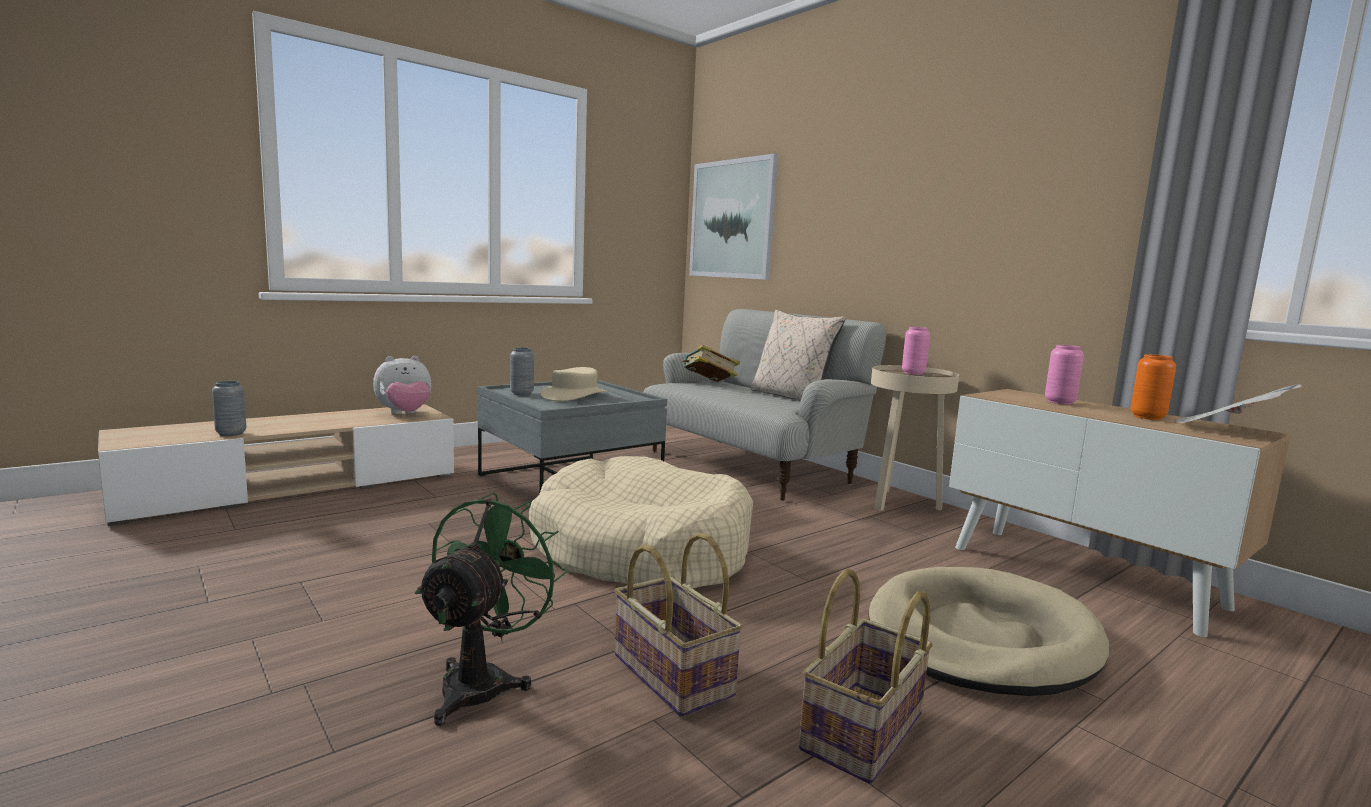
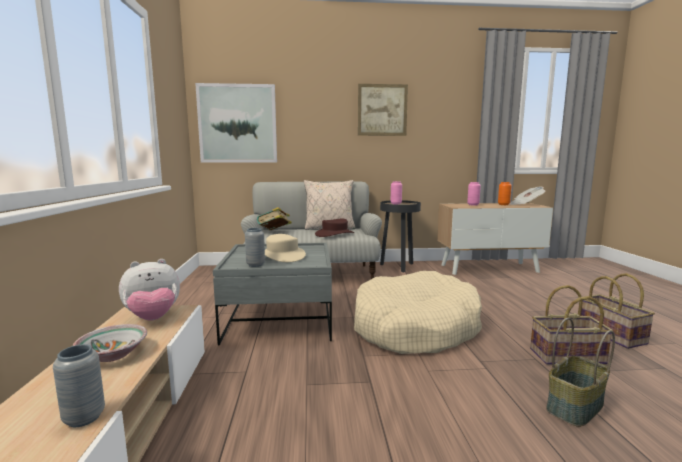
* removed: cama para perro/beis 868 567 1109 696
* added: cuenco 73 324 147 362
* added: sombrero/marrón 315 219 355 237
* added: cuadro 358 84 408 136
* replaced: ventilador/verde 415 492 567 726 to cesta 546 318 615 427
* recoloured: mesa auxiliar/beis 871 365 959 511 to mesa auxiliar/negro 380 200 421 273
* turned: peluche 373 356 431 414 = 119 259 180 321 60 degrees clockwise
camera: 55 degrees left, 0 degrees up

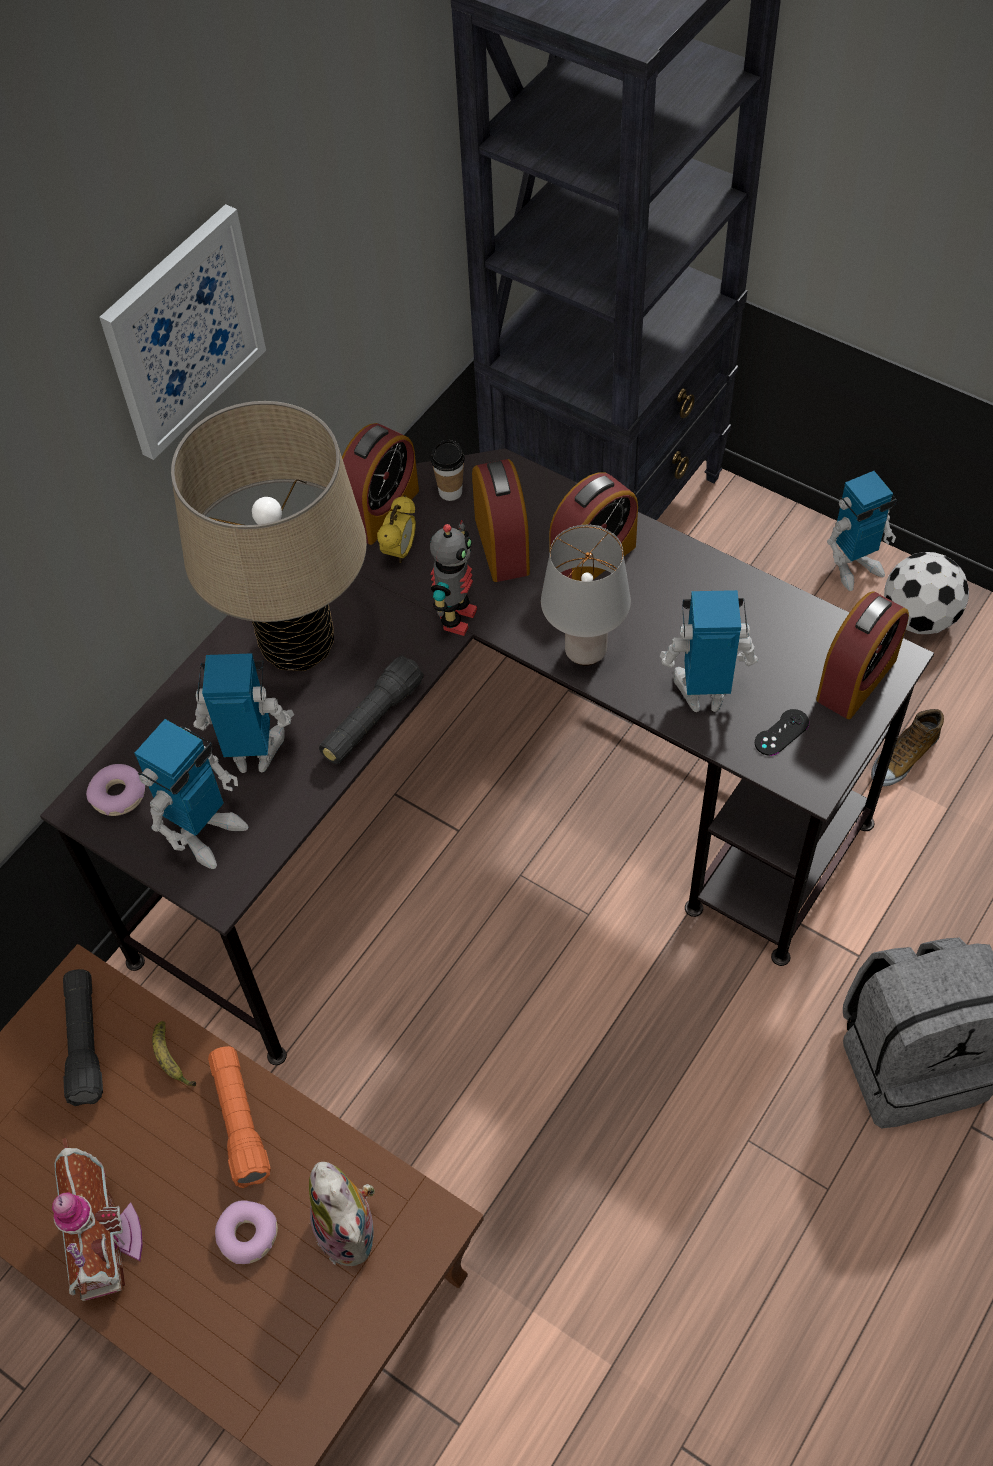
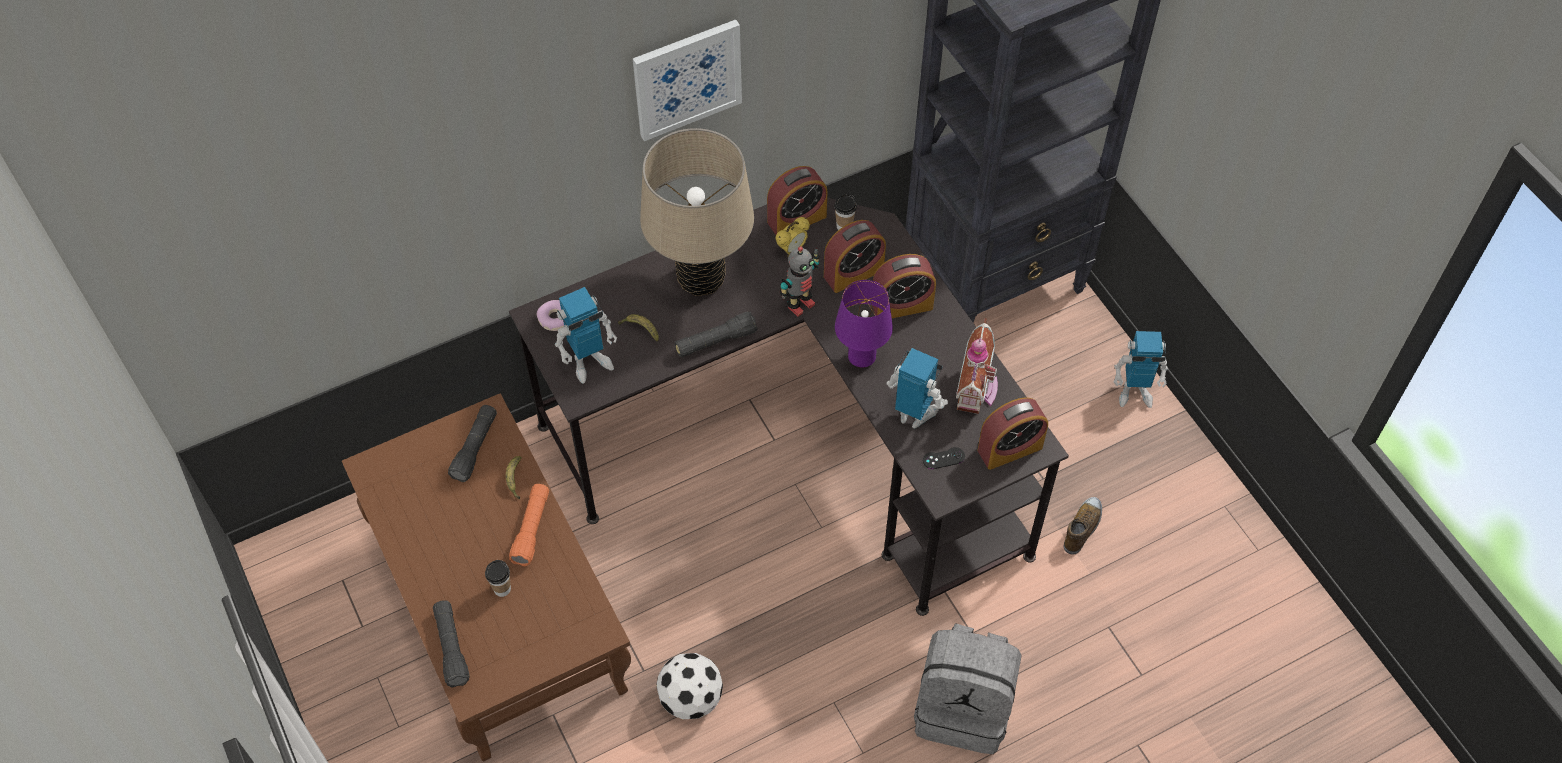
* removed: peluche 309 1162 375 1266
* added: linterna/negro 433 600 470 688
* moved: casita 52 1138 143 1301 to 956 318 998 414
* moved: balón de fútbol 884 552 969 634 to 656 653 723 719
* replaced: robot de juguete 193 653 294 773 to plátano 618 314 659 341
* replaced: rosquilla 215 1200 278 1264 to taza 485 560 511 597
* recoloured: lámpara de mesa/gris 541 525 631 666 to lámpara de mesa/morado 835 280 893 368
* turned: despertador 472 459 530 582 = 824 220 886 293 45 degrees clockwise
* turned: zapato 871 709 944 786 = 1064 497 1102 555 135 degrees clockwise
camera: 25 degrees right, 0 degrees up

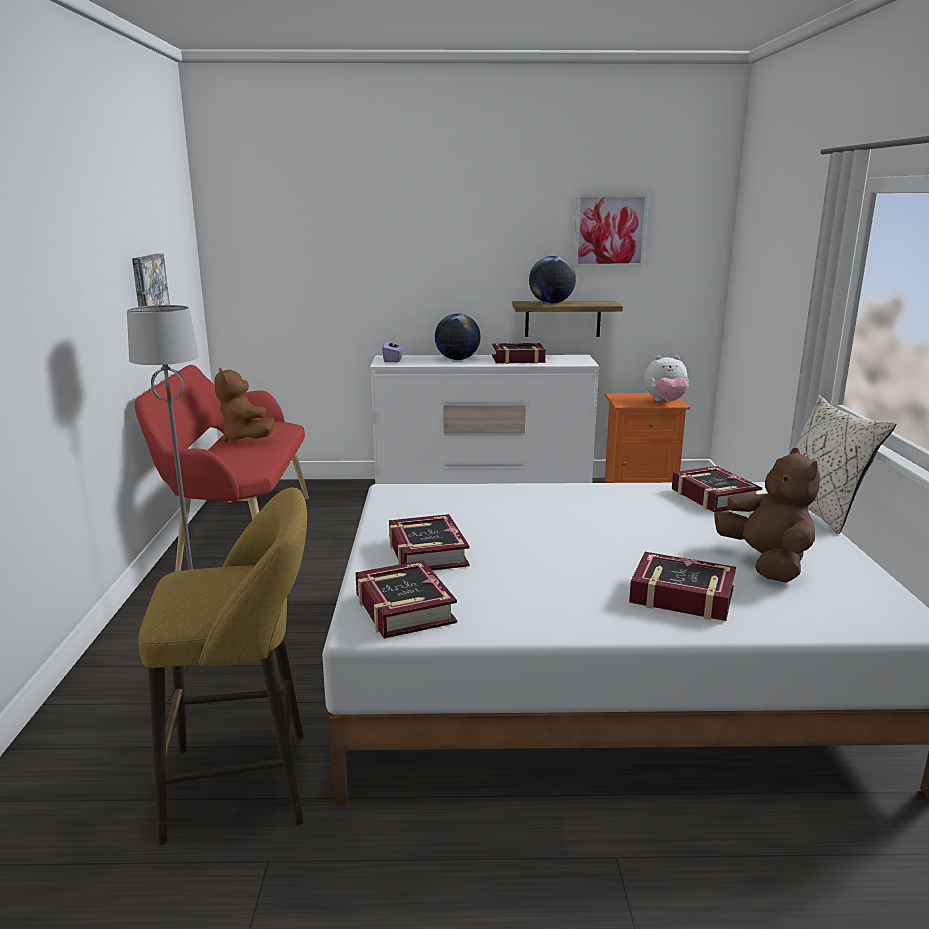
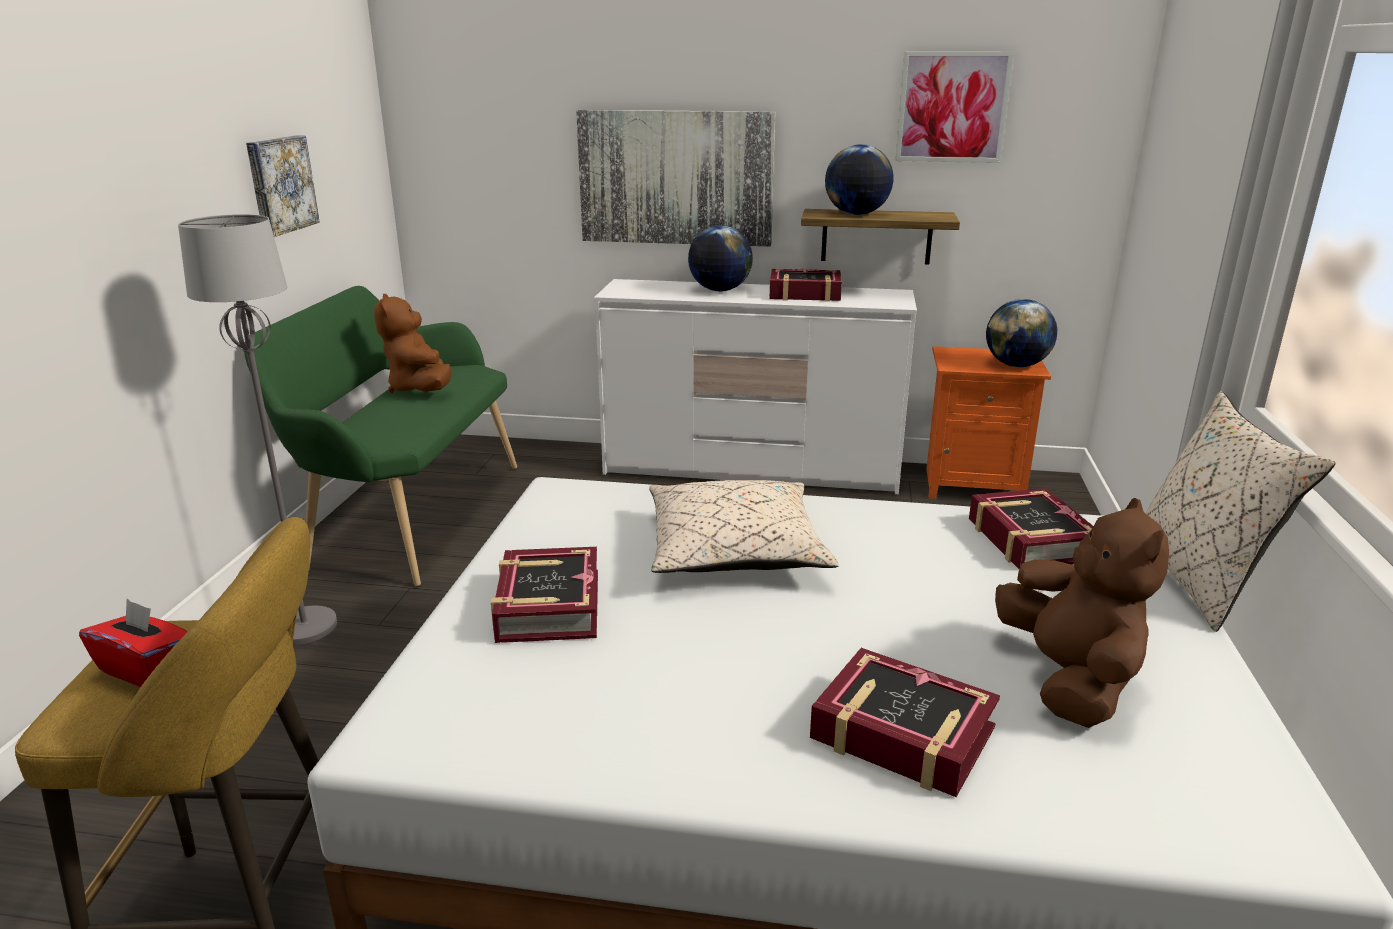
* removed: libro 355 560 457 639
* removed: caja de pañuelos/morado 382 337 404 362
* added: caja de pañuelos/rojo 79 599 188 687
* added: cuadro 576 110 776 247
* added: cojín/beis 649 480 839 573
* replaced: peluche 644 356 689 401 to globo terráqueo 986 299 1057 367
* recoloured: banco/rojo 134 365 309 572 to banco/verde 244 286 517 586
camera: 10 degrees right, 5 degrees up

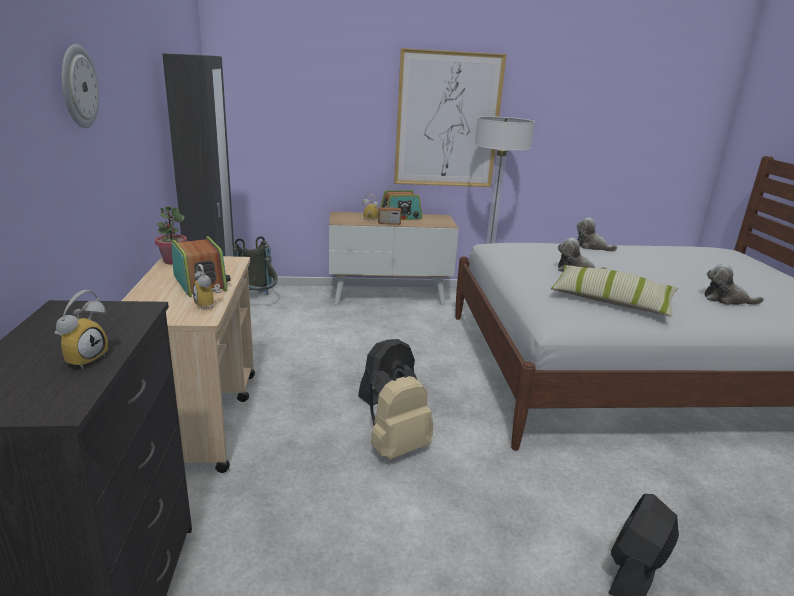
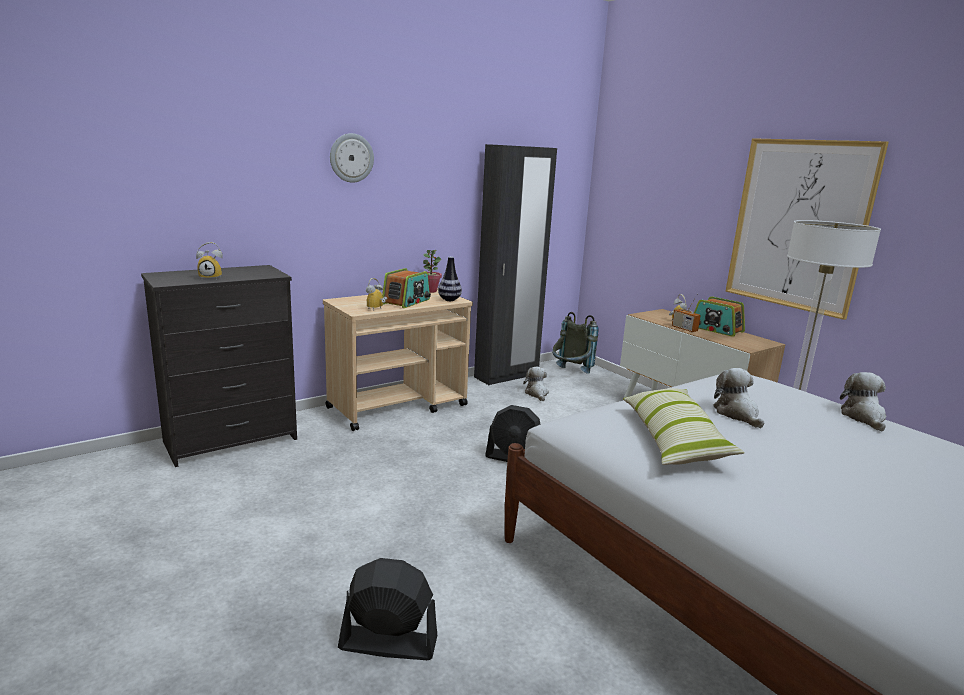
* removed: mochila/beis 369 365 433 460
* added: florero 438 257 462 301
* moved: peluche 705 264 764 305 to 523 367 549 401
camera: 60 degrees right, 5 degrees down

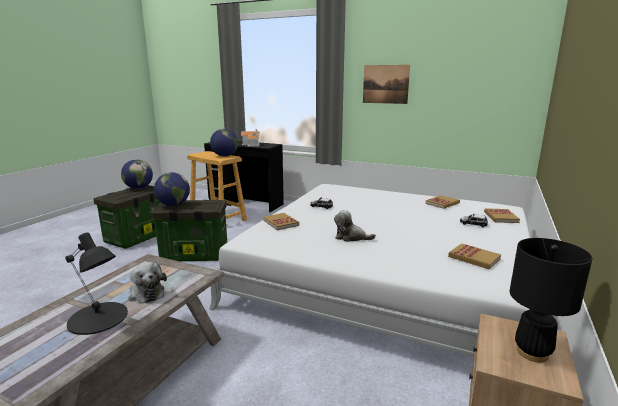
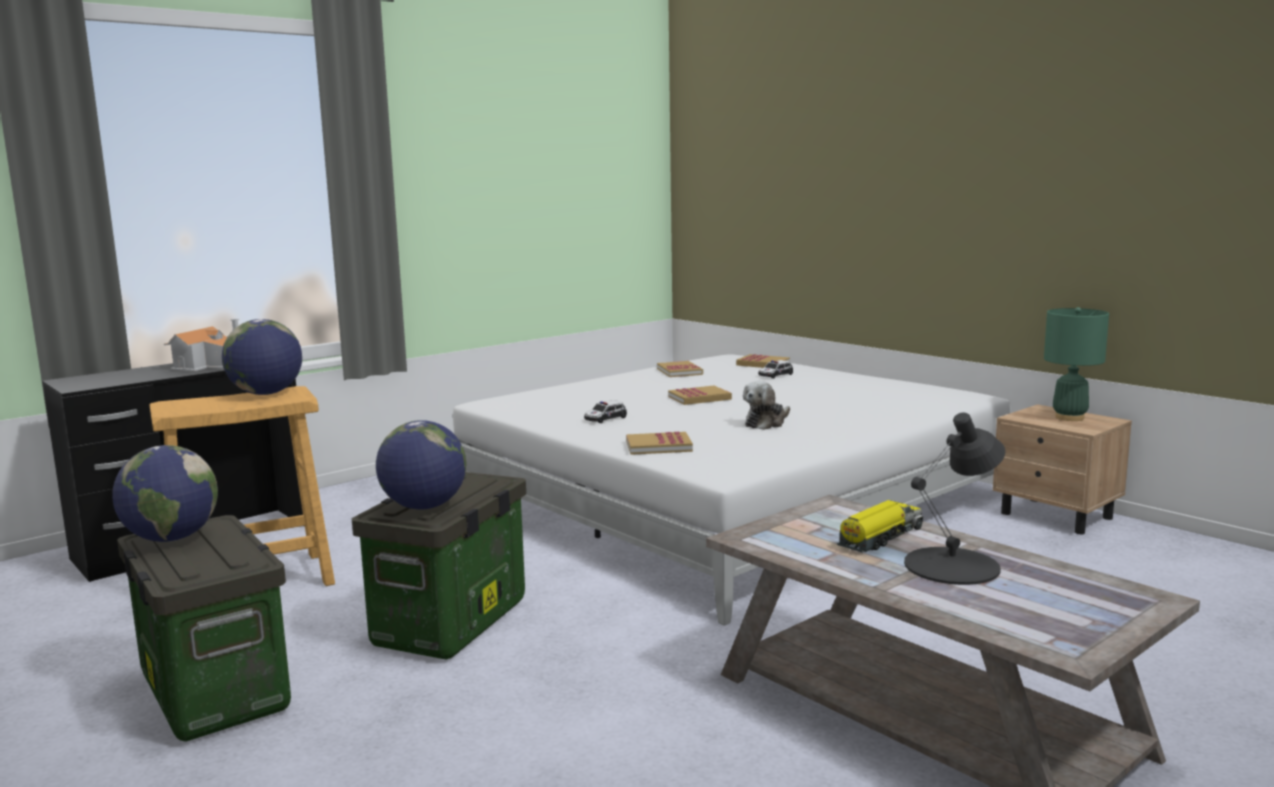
* removed: cuadro 363 65 410 104
* moved: libro 448 243 501 269 to 668 386 732 405
* replaced: peluche 129 262 167 303 to camión de juguete 837 500 923 552
* recoloured: lámpara de mesa/negro 510 238 592 363 to lámpara de mesa/verde 1044 307 1109 421
camera: 65 degrees left, 5 degrees down

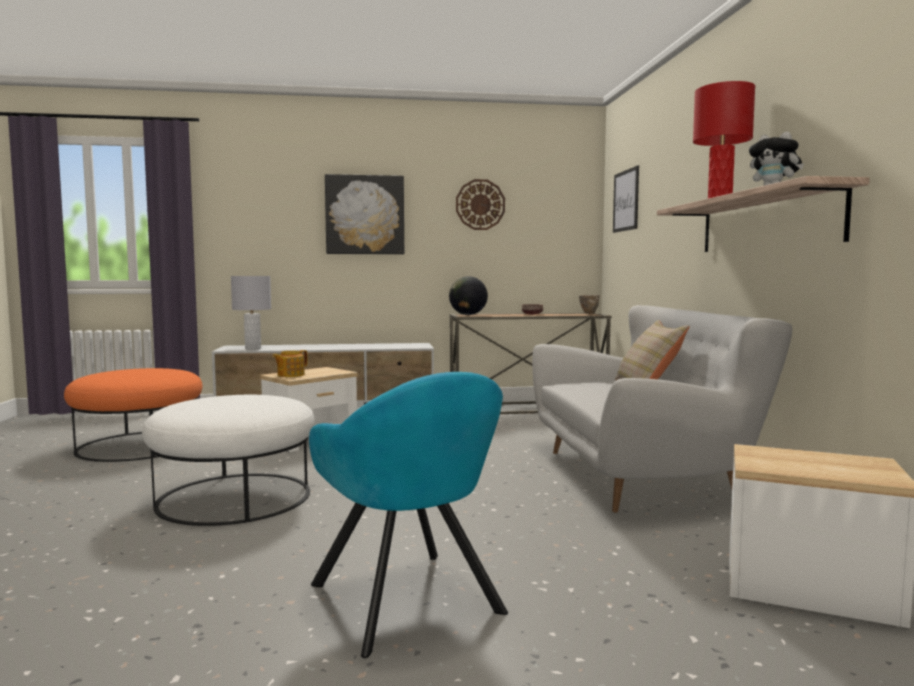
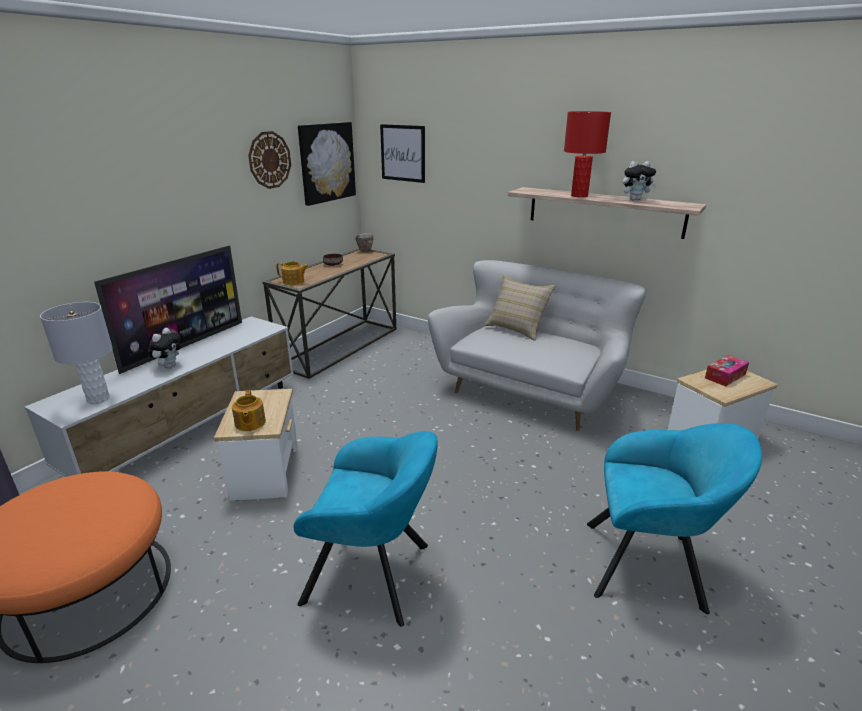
* added: televisor 94 245 242 374
* added: peluche 148 328 181 369
* added: caja de pañuelos 705 355 749 386
* moved: cuadro 325 174 404 254 to 298 122 356 206
* replaced: puf/blanco 142 395 315 526 to sillón/turquesa 294 431 437 627
* replaced: globo terráqueo 449 276 488 315 to tetera 276 261 309 285
camera: 50 degrees left, 20 degrees up

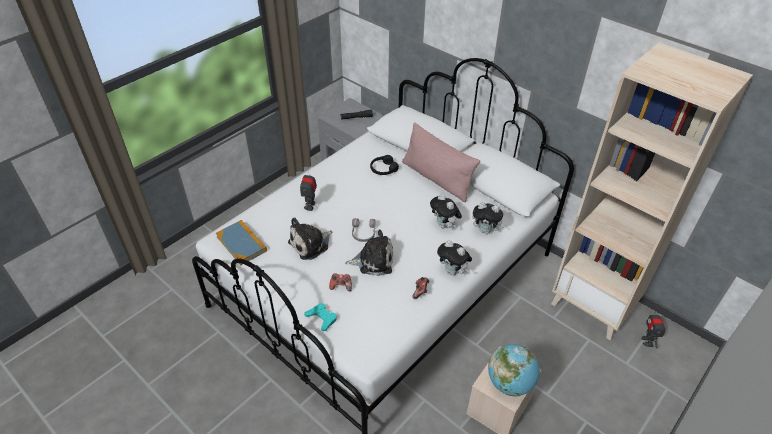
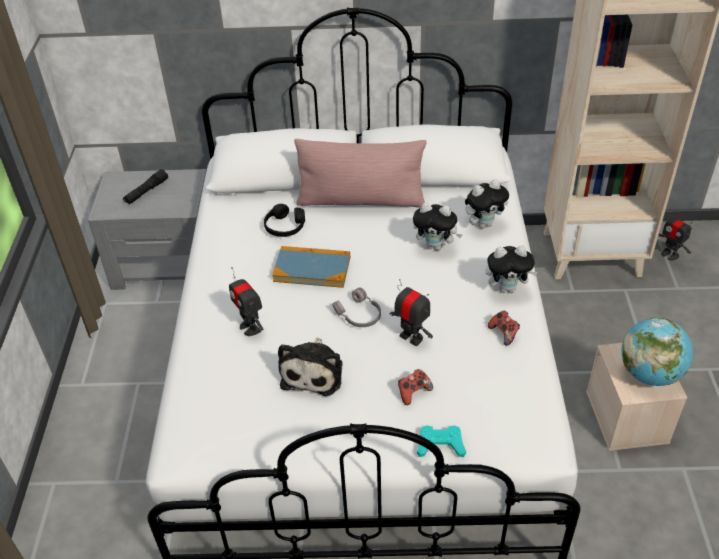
* moved: libro 216 220 267 265 to 272 246 350 288
* replaced: peluche 345 230 393 276 to robot de juguete 390 279 433 346
camera: 40 degrees left, 0 degrees up

